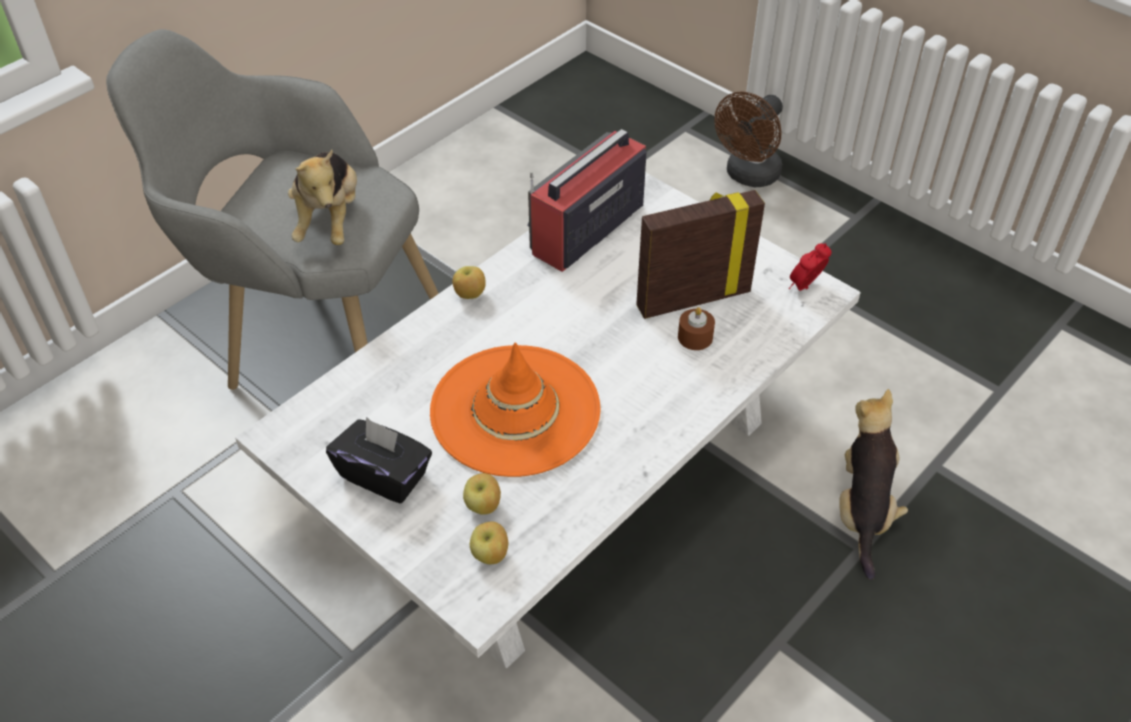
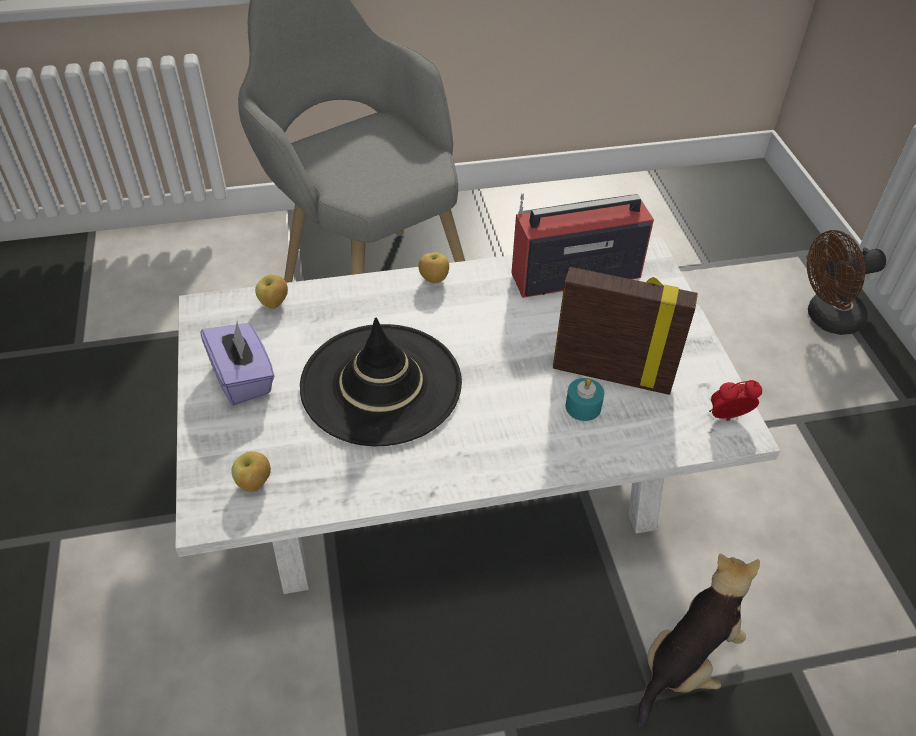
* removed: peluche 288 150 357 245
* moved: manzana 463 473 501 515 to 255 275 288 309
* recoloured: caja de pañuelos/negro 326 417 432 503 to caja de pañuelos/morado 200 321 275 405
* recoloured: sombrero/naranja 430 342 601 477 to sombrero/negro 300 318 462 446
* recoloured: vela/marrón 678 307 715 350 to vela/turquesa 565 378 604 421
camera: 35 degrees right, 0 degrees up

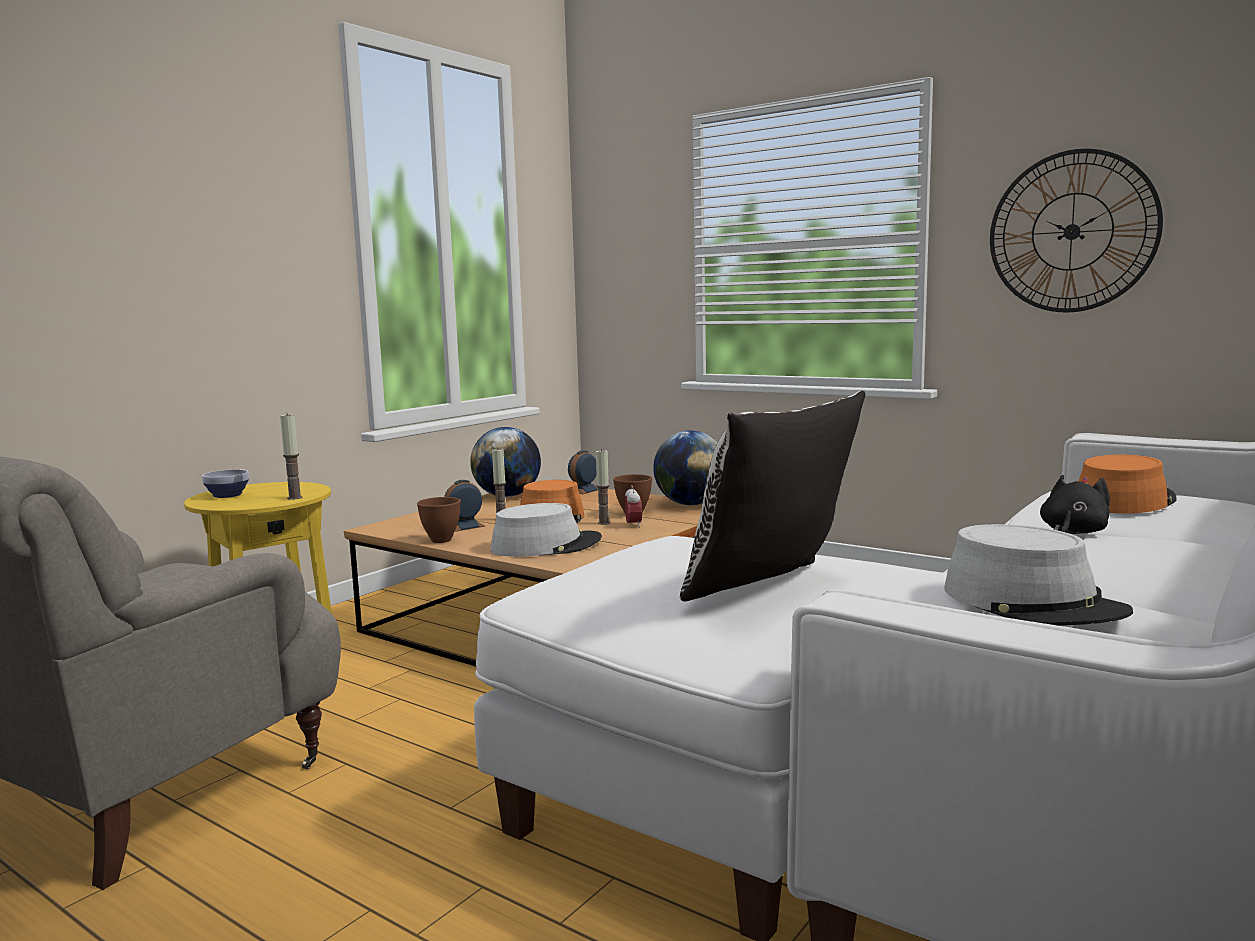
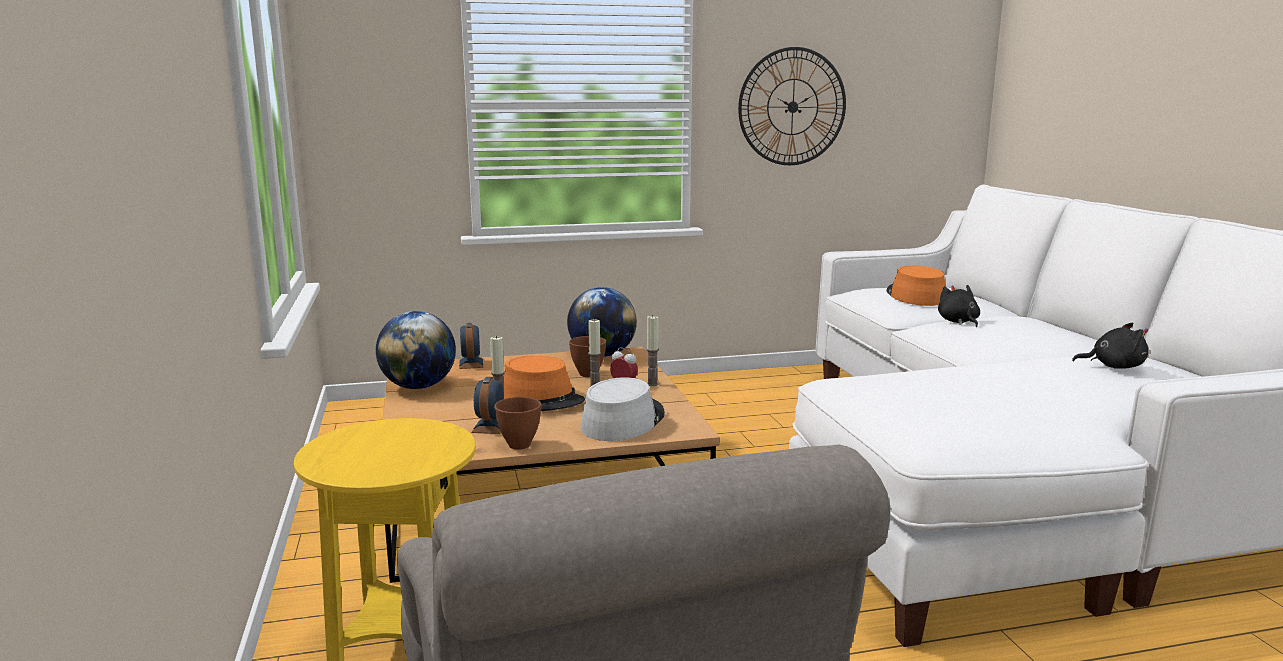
* removed: cuenco 202 469 249 498
* removed: cojín 680 391 865 602
* moved: vela 280 414 303 500 to 646 315 659 386
* replaced: sombrero/gris 944 524 1133 626 to peluche/negro 1072 323 1148 369
camera: 50 degrees left, 5 degrees up

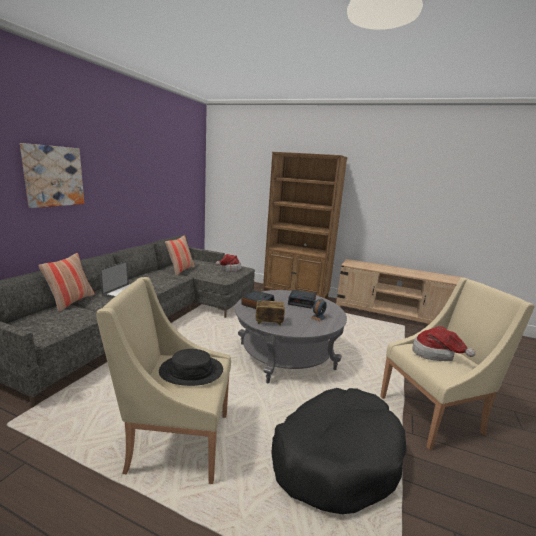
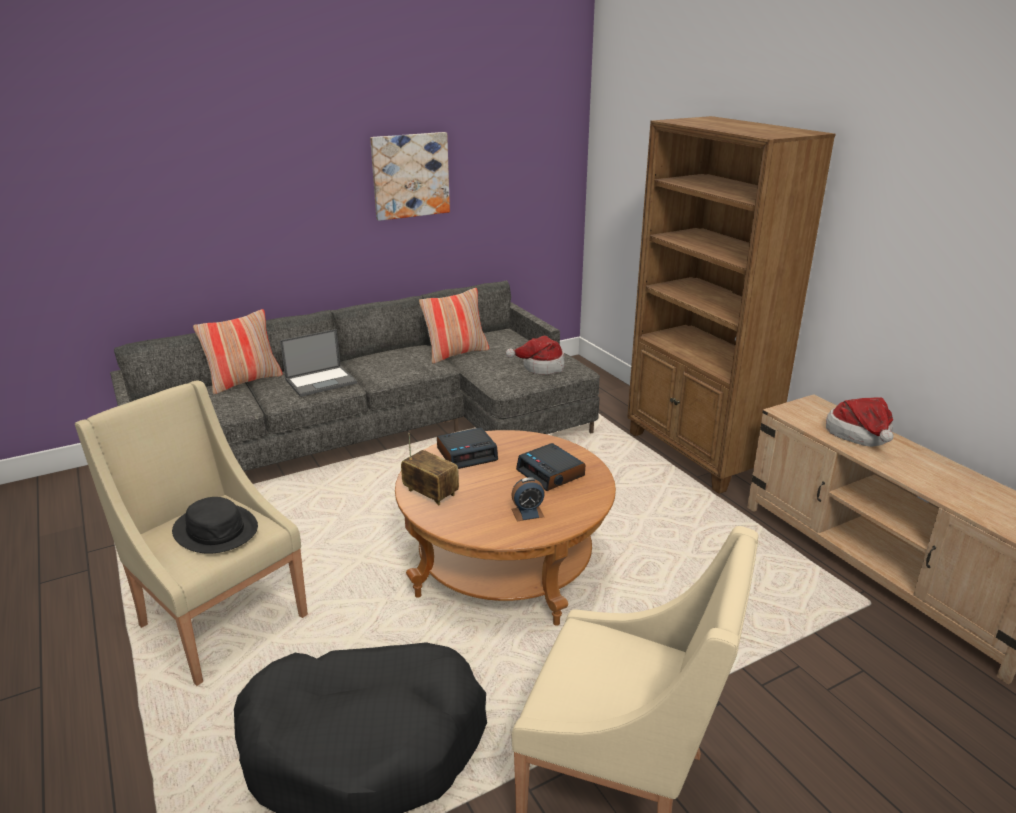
* moved: cuadro 20 143 84 208 to 370 132 450 221
* moved: sombrero 412 326 476 361 to 826 397 894 447
* recoloured: mesa de centro/gris 235 290 347 383 to mesa de centro/marrón 395 430 616 626
camera: 40 degrees right, 10 degrees up

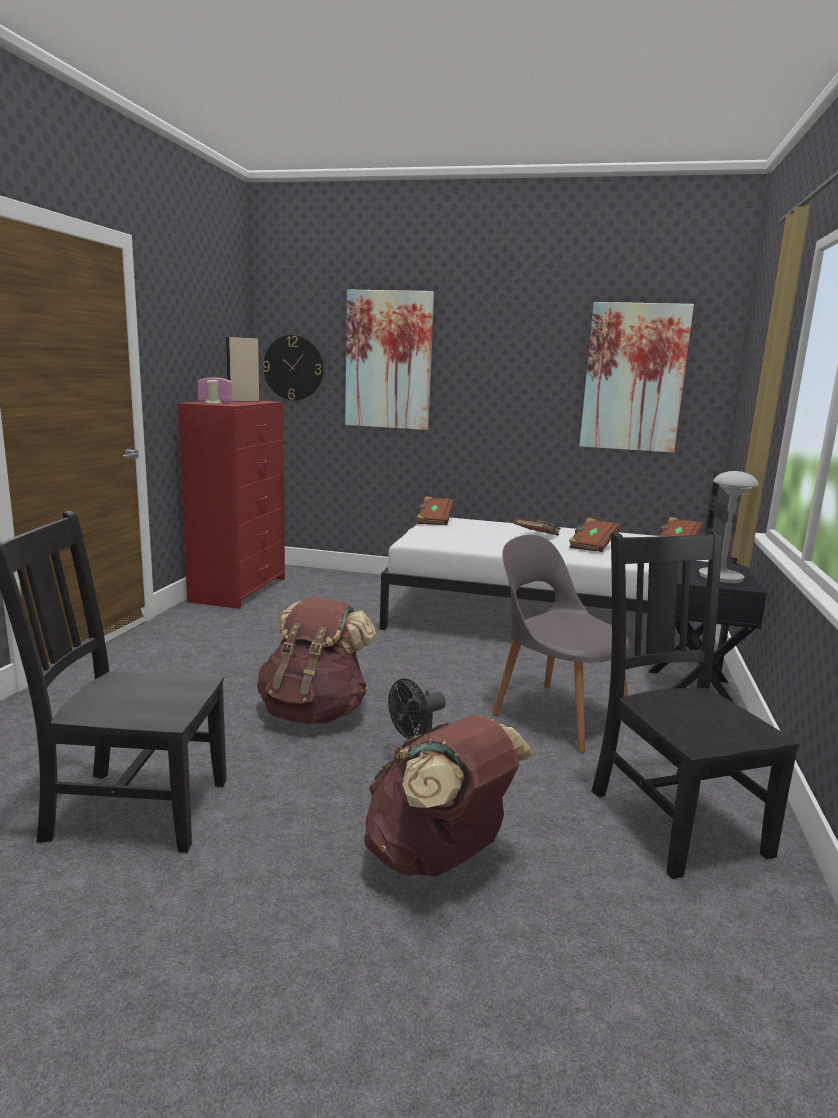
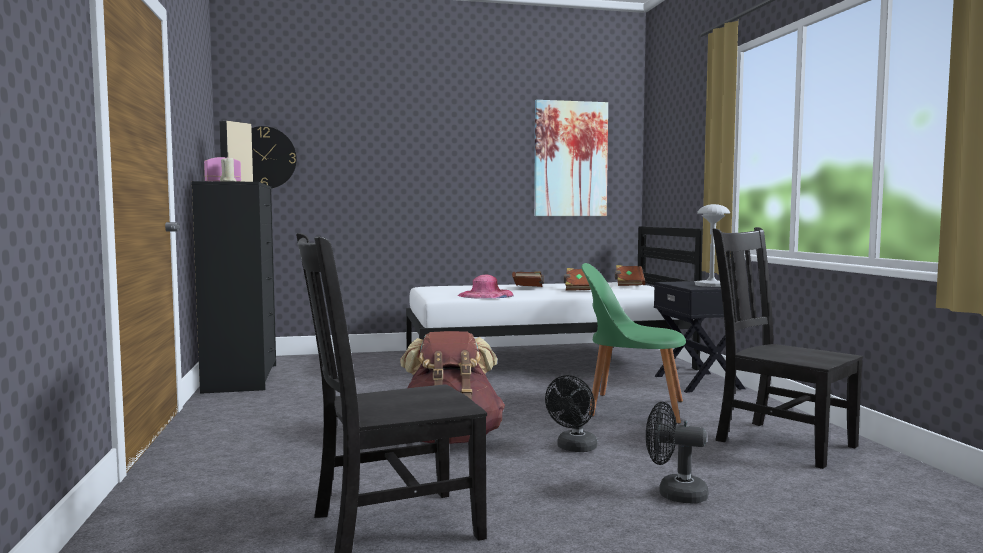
* removed: cuadro 345 289 434 430
* removed: libro/marrón 417 496 454 525
* added: sombrero/rosa 458 275 514 299
* replaced: mochila/marrón 364 715 534 877 to ventilador/negro 646 402 708 504
* recoloured: cómoda/rojo 177 401 285 609 to cómoda/negro 192 181 276 394
* recoloured: silla/gris 492 535 630 753 to silla/verde 581 263 686 424
camera: 25 degrees left, 10 degrees down

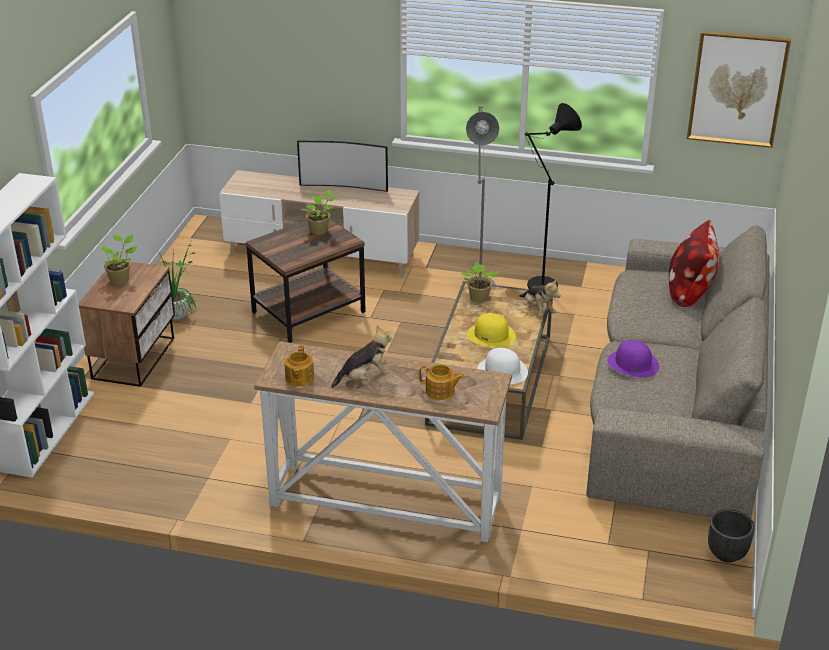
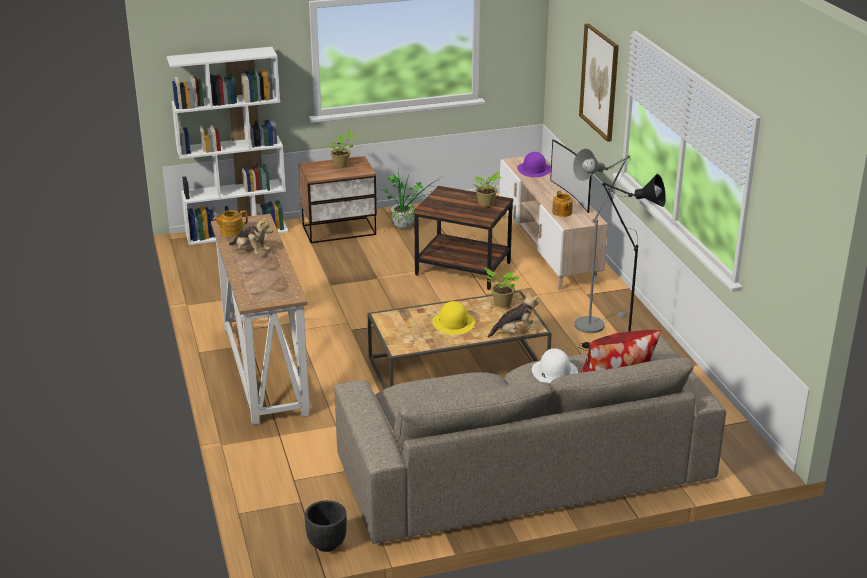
* moved: tetera 419 364 464 400 to 552 191 573 217
* moved: sombrero/blanco 477 348 528 384 to 532 348 578 383
* moved: sombrero/morado 607 340 659 378 to 517 152 551 177
* moved: cuadro 687 31 791 148 to 579 23 619 142
* turned: peluche 519 278 561 316 = 488 291 539 338 135 degrees counterclockwise
camera: 60 degrees right, 5 degrees down

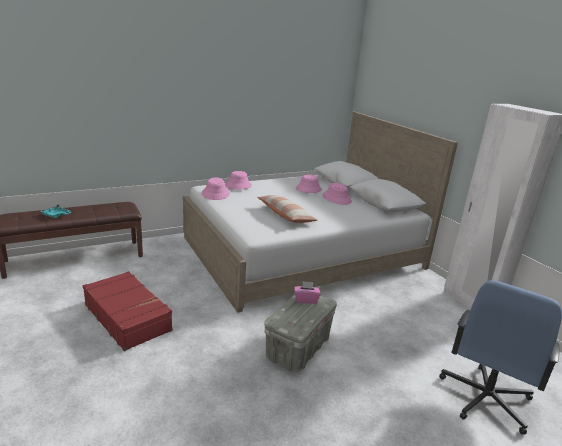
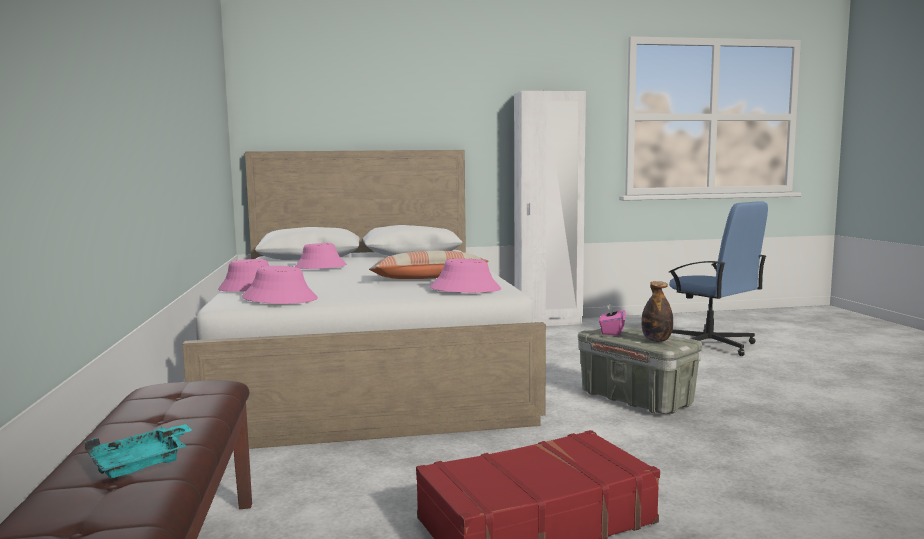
* added: botella 641 281 673 342
* moved: sombrero/rosa 322 183 352 205 to 429 259 501 293
camera: 70 degrees left, 15 degrees down

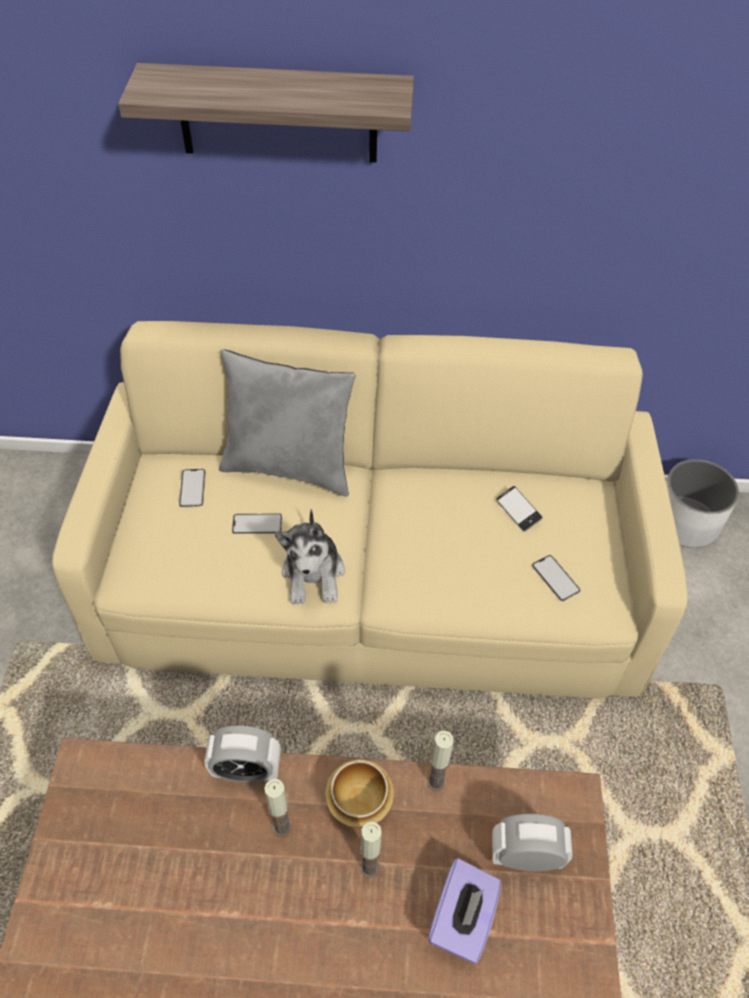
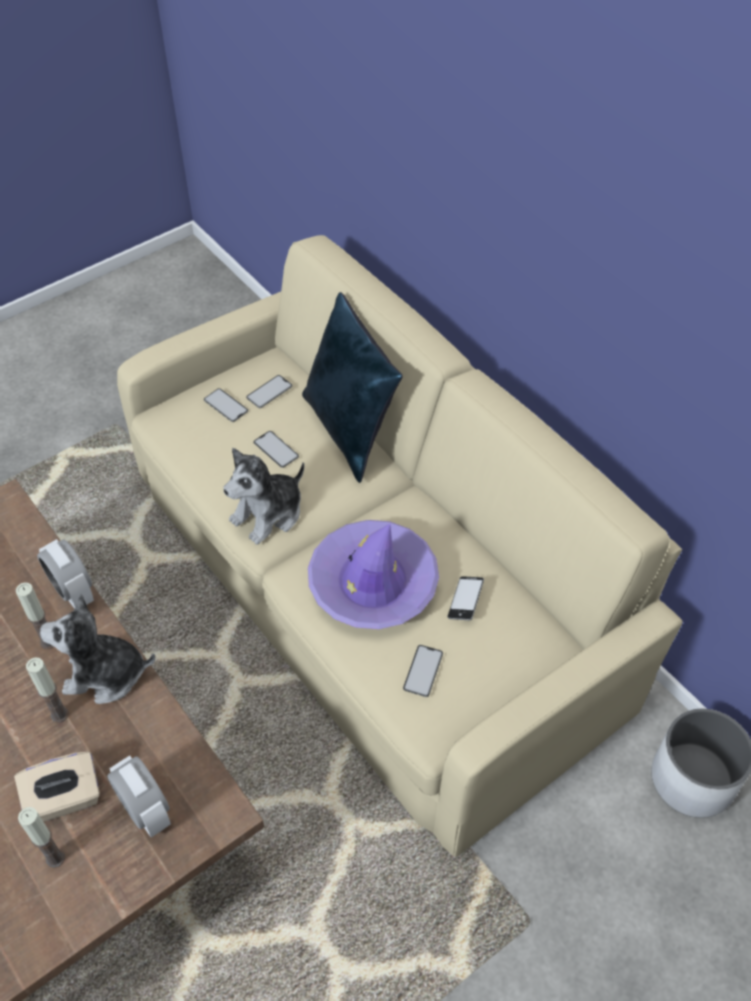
* removed: estante 118 63 414 163
* added: móvil 204 388 248 422
* added: sombrero/morado 308 520 439 629
* moved: vela 427 731 454 791 to 18 807 65 868
* replaced: cuenco 325 759 394 828 to peluche 40 594 155 704
* recoloured: cojín/gris 219 349 356 497 to cojín/azul 302 292 403 483
* recoloured: caja de pañuelos/morado 428 858 501 964 to caja de pañuelos/beis 14 751 100 822
camera: 50 degrees right, 0 degrees up

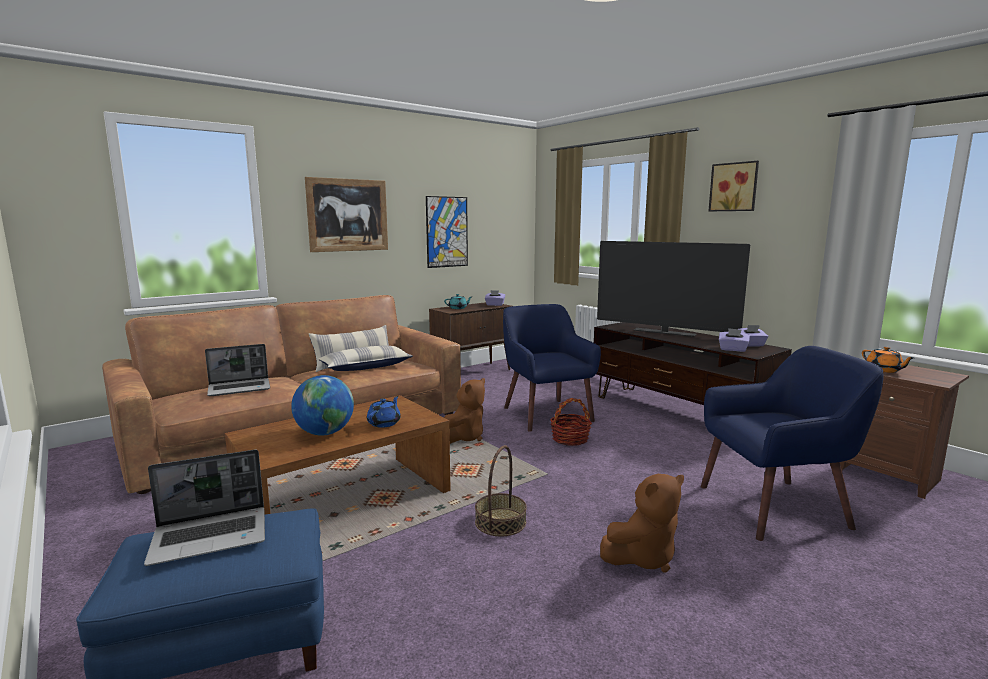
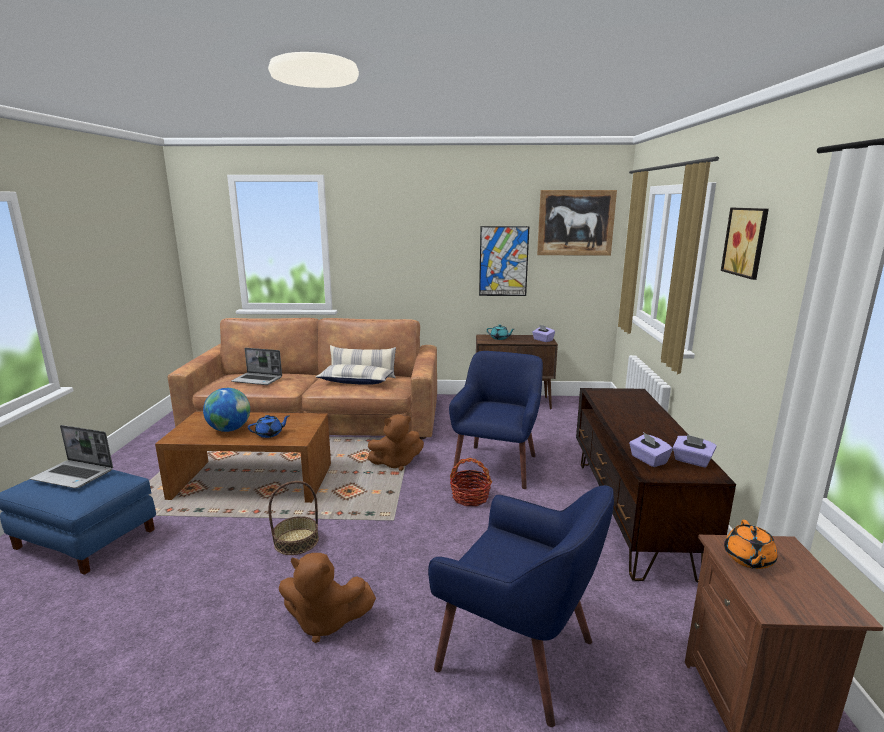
* removed: televisor 597 241 750 337
* moved: cuadro 305 177 388 252 to 537 190 617 256
camera: 40 degrees right, 5 degrees up

